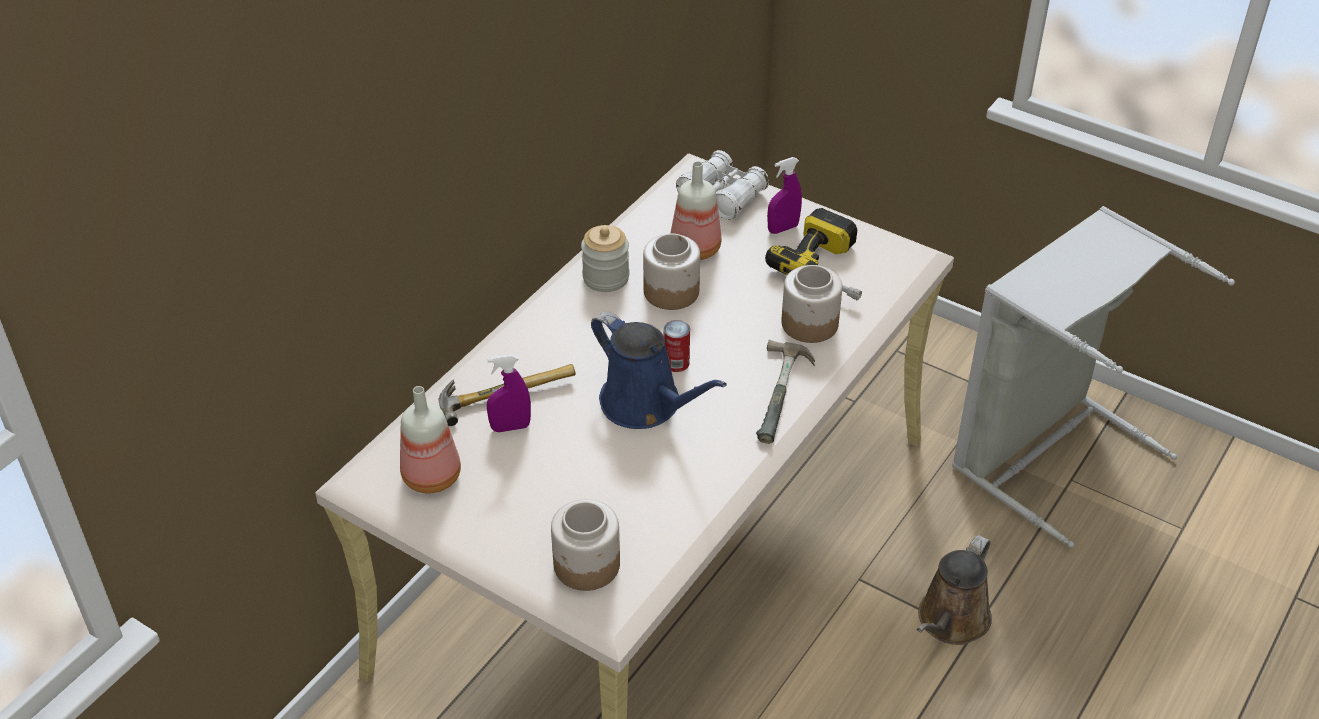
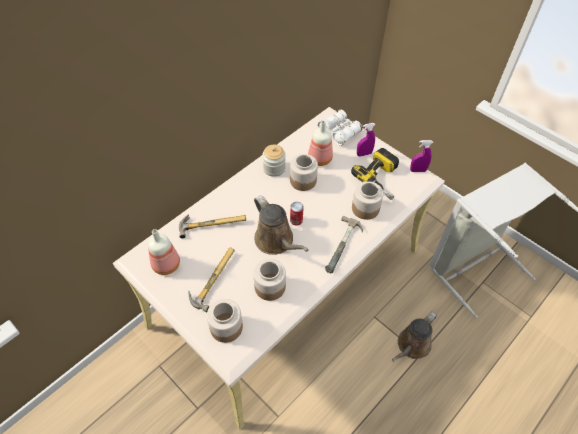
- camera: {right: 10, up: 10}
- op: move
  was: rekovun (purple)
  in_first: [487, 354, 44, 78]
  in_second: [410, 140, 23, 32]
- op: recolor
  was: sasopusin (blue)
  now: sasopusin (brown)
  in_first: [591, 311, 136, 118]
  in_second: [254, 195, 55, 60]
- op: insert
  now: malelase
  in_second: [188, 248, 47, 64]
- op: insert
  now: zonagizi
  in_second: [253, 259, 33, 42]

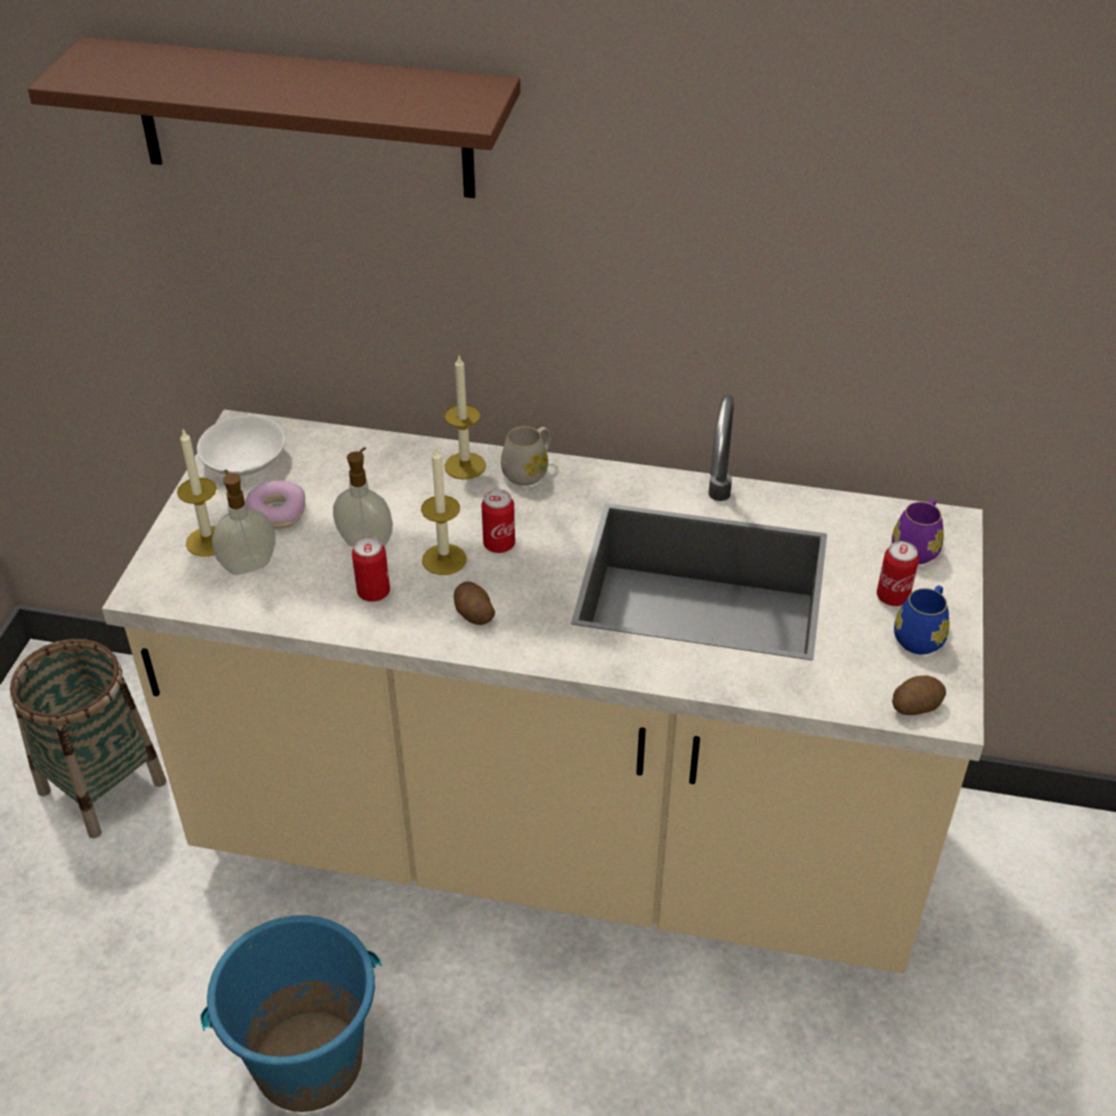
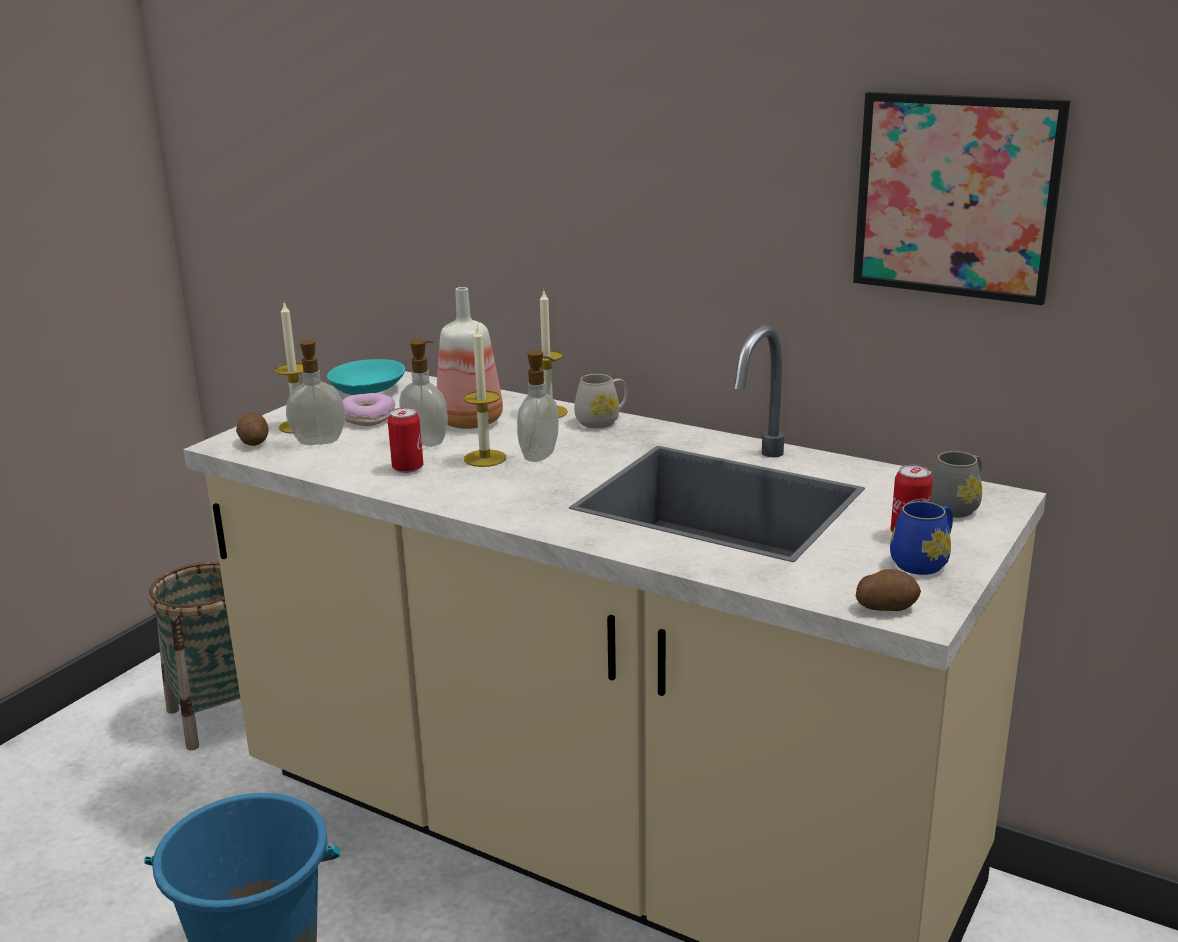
- camera: {right: 20, up: -20}
- op: delete
  was: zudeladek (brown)
  in_first: [28, 37, 492, 161]
- op: recolor
  was: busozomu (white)
  now: busozomu (turquoise)
  in_first: [197, 416, 88, 60]
  in_second: [327, 359, 78, 36]
- op: move
  was: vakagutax
  in_first: [454, 581, 41, 44]
  in_second: [236, 412, 33, 34]
- op: replace
  was: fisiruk
  now: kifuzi
  in_first: [482, 490, 33, 63]
  in_second: [517, 351, 42, 111]
- op: recolor
  was: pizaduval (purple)
  now: pizaduval (grey)
  in_first: [892, 499, 52, 65]
  in_second: [930, 451, 52, 67]
- op: insert
  now: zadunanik
  in_second: [437, 287, 66, 142]
- op: insert
  now: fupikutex
  in_second: [853, 92, 217, 213]

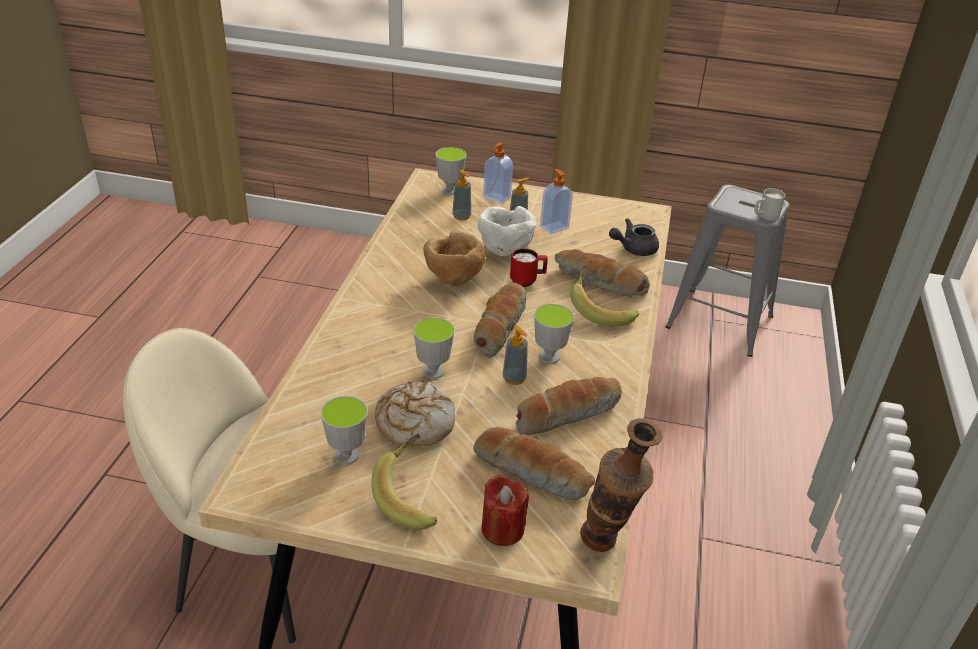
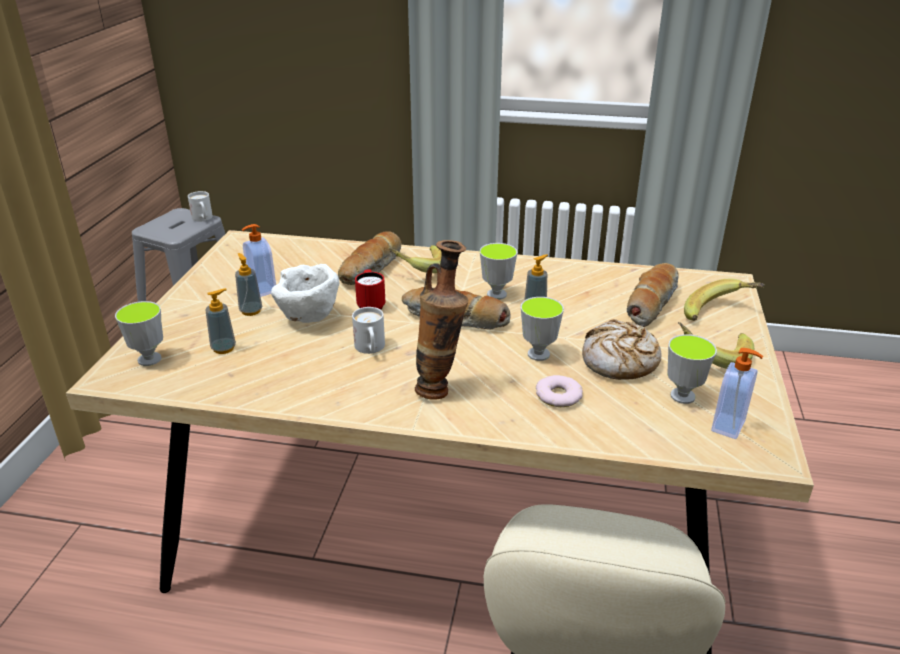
- camera: {right: -90, up: -5}
- op: replace
  was: busozomu (brown)
  now: pizaduval (white)
  in_first: [423, 230, 62, 56]
  in_second: [352, 307, 33, 47]
- op: replace
  was: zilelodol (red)
  now: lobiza
  in_first: [481, 475, 48, 71]
  in_second: [684, 279, 81, 42]
- op: move
  was: kifuzi
  in_first: [483, 143, 30, 61]
  in_second: [711, 348, 52, 91]
- op: delete
  was: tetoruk
  in_first: [516, 377, 106, 58]
- op: move
  was: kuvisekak
  in_first: [580, 418, 83, 134]
  in_second: [415, 240, 53, 160]
- op: delete
  was: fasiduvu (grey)
  in_first: [609, 218, 50, 38]
- op: insert
  now: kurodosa
  in_second: [536, 375, 47, 32]

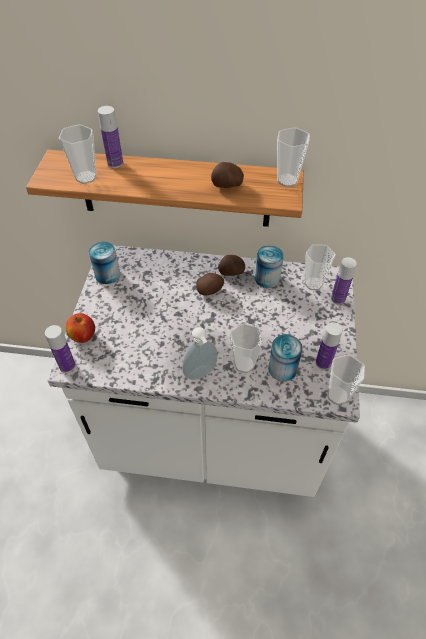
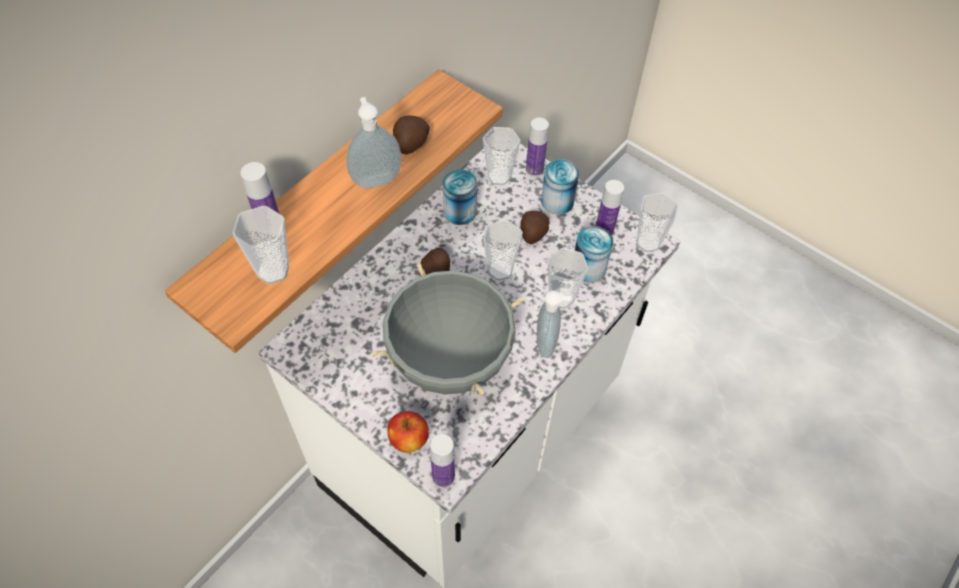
- camera: {right: -60, up: 5}
- op: move
  was: fisiruk
  in_first: [89, 242, 31, 42]
  in_second: [541, 159, 38, 56]
- op: move
  was: vakagutax
  in_first: [218, 255, 27, 21]
  in_second: [520, 211, 29, 33]
- op: move
  was: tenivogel
  in_first: [277, 127, 33, 60]
  in_second: [483, 220, 40, 61]
- op: insert
  now: kifuzi
  in_second: [347, 97, 55, 91]
- op: insert
  now: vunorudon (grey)
  in_second: [371, 263, 153, 133]

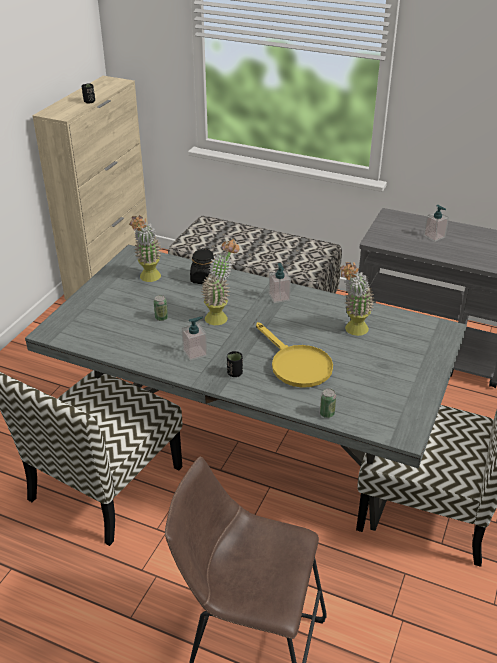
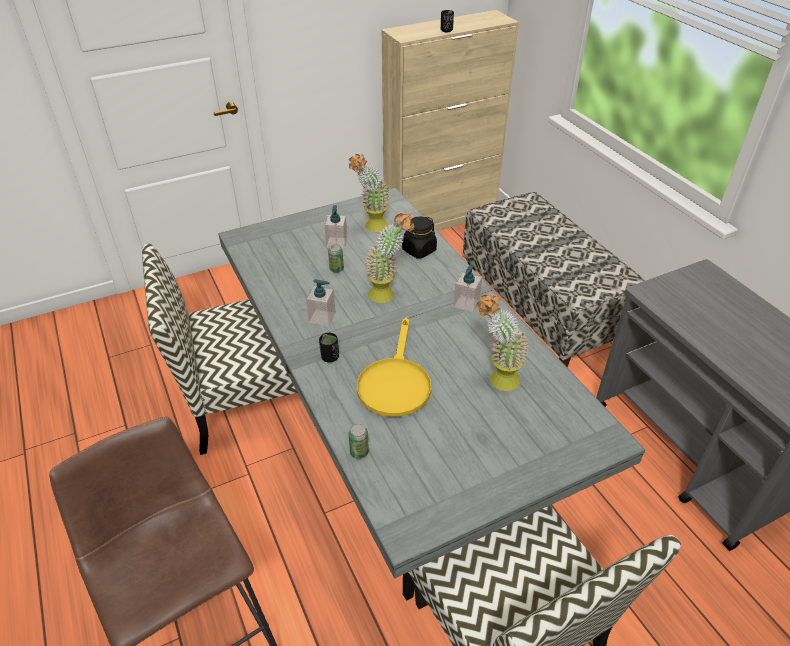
- camera: {right: 40, up: 5}
- op: move
  was: kifuzi
  in_first: [424, 205, 25, 37]
  in_second: [324, 205, 23, 44]

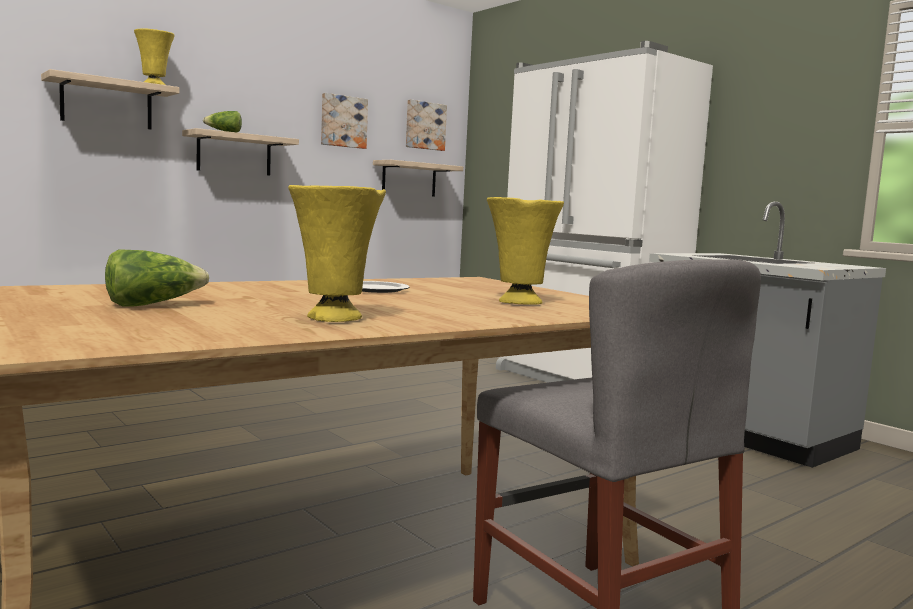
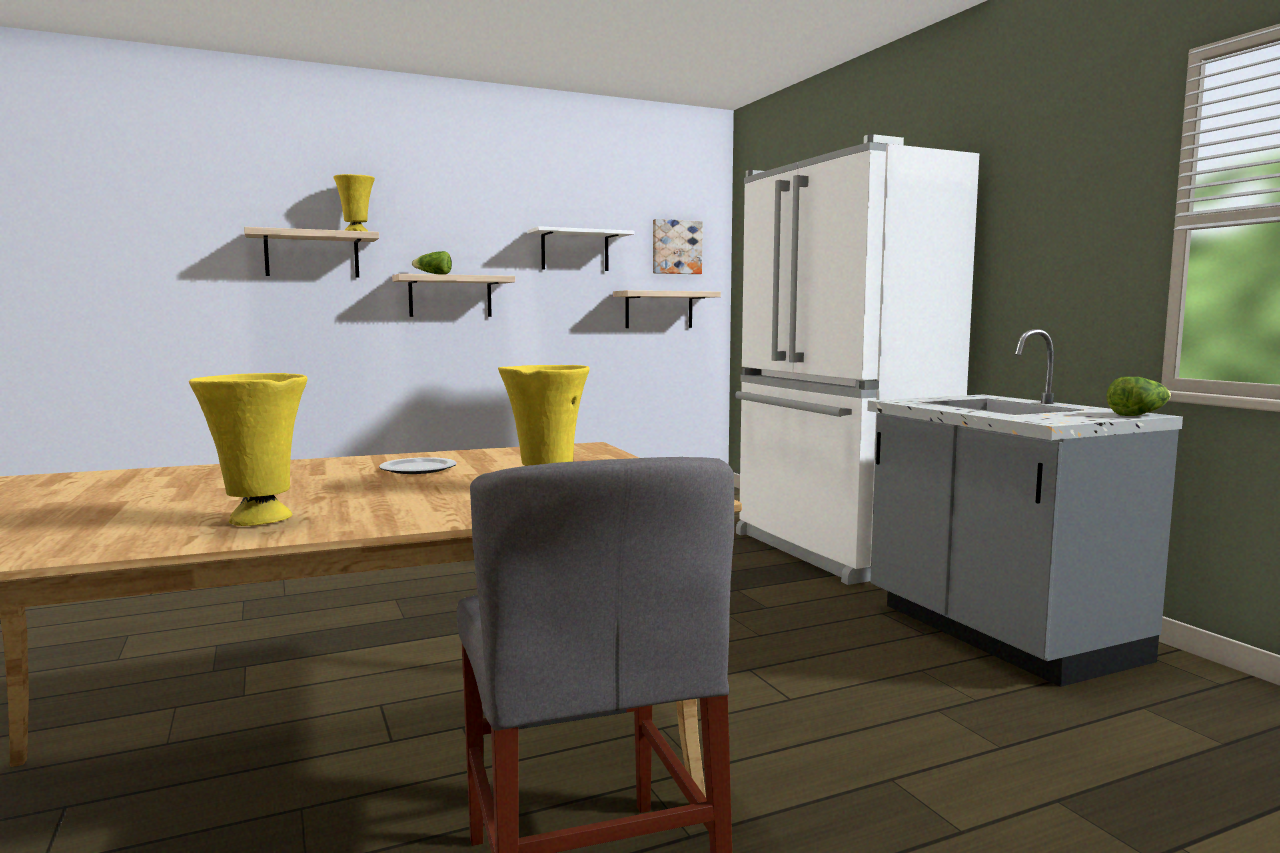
- camera: {right: 15, up: 0}
- op: move
  was: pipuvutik
  in_first: [105, 249, 104, 57]
  in_second: [1106, 377, 65, 39]
- op: replace
  was: fupikutex
  now: zudeladek (white)
  in_first: [321, 93, 47, 56]
  in_second: [527, 226, 107, 45]

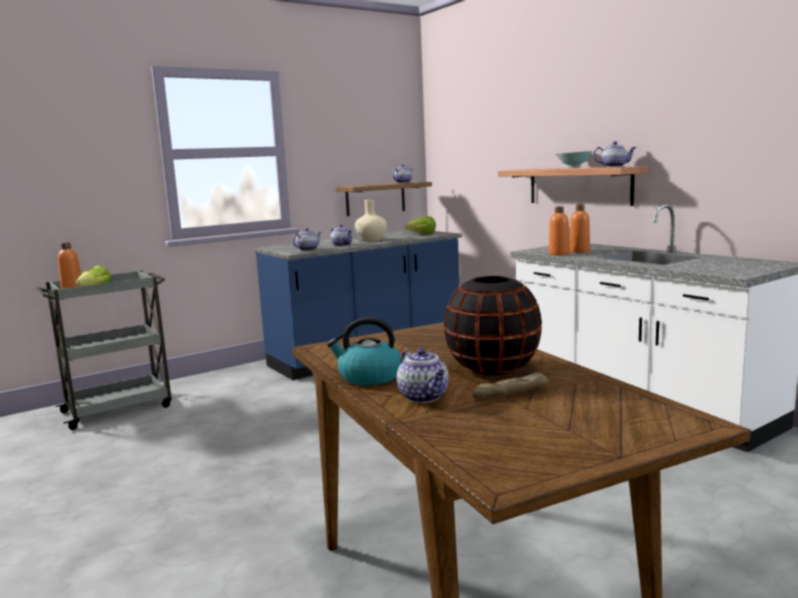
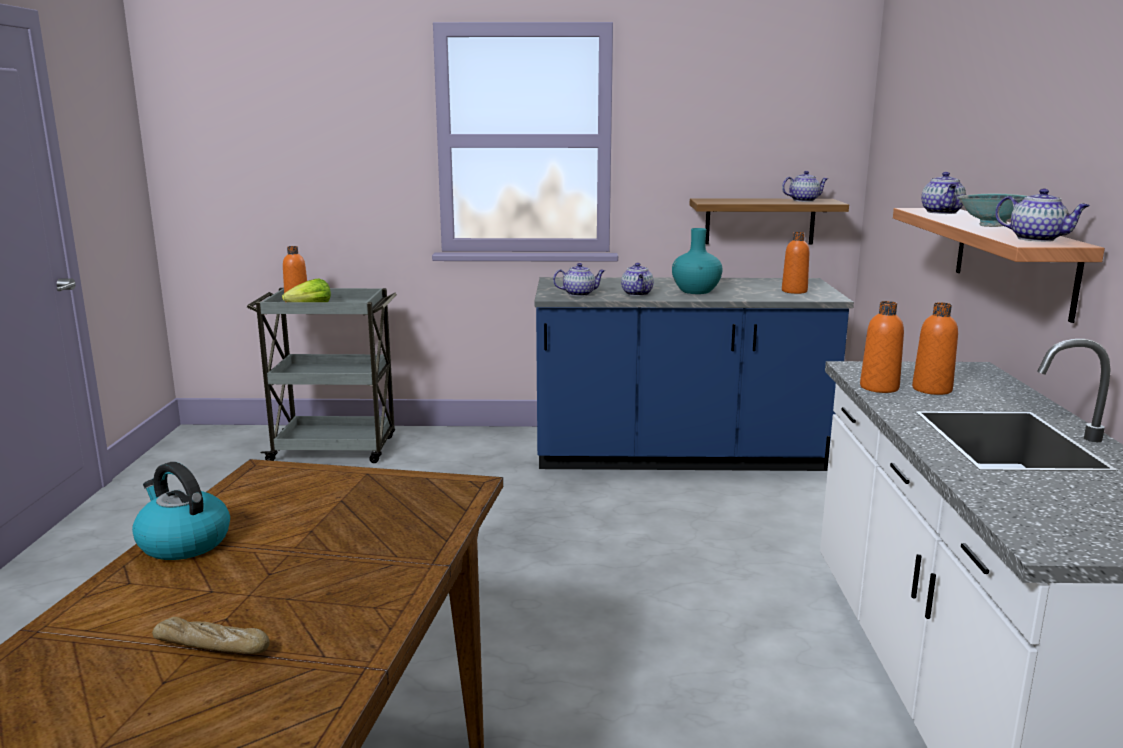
- camera: {right: 35, up: 5}
- op: recolor
  was: kuvisekak (beige)
  now: kuvisekak (turquoise)
  in_first: [355, 199, 32, 43]
  in_second: [672, 228, 51, 66]
- op: move
  was: fasiduvu
  in_first: [397, 348, 52, 55]
  in_second: [921, 172, 45, 42]
- op: replace
  was: pipuvutik
  now: zadunanik (orange)
  in_first: [405, 216, 31, 18]
  in_second: [782, 232, 27, 62]
- op: delete
  was: kuvisekak (black)
  in_first: [444, 276, 98, 99]

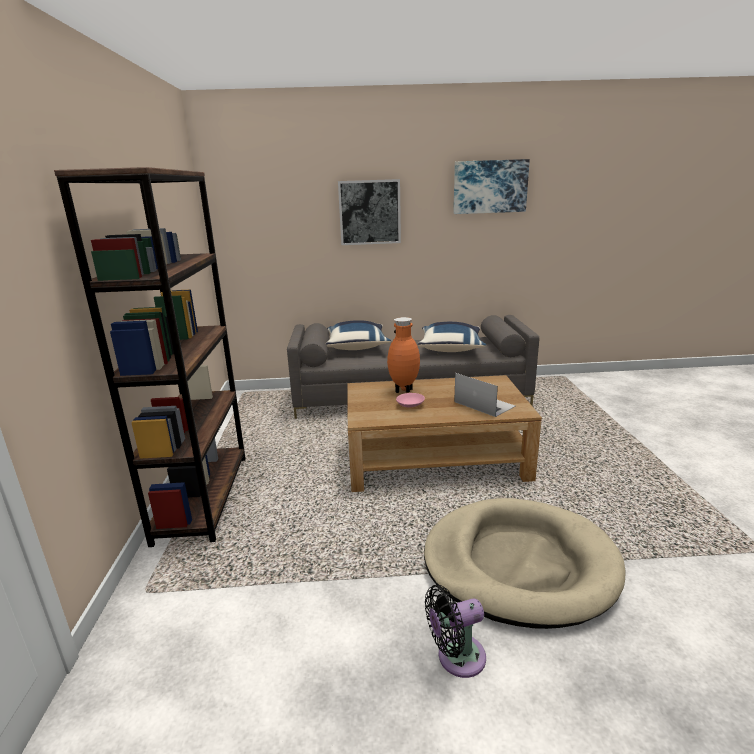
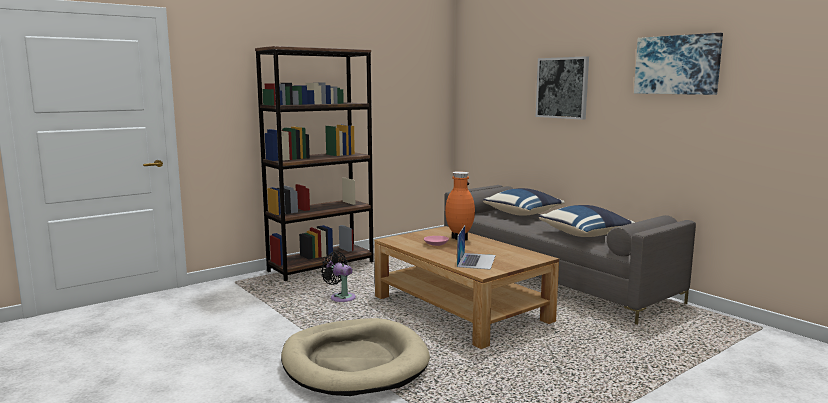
- camera: {right: 55, up: -10}
- op: move
  was: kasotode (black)
  in_first: [425, 585, 61, 93]
  in_second: [321, 251, 35, 51]

